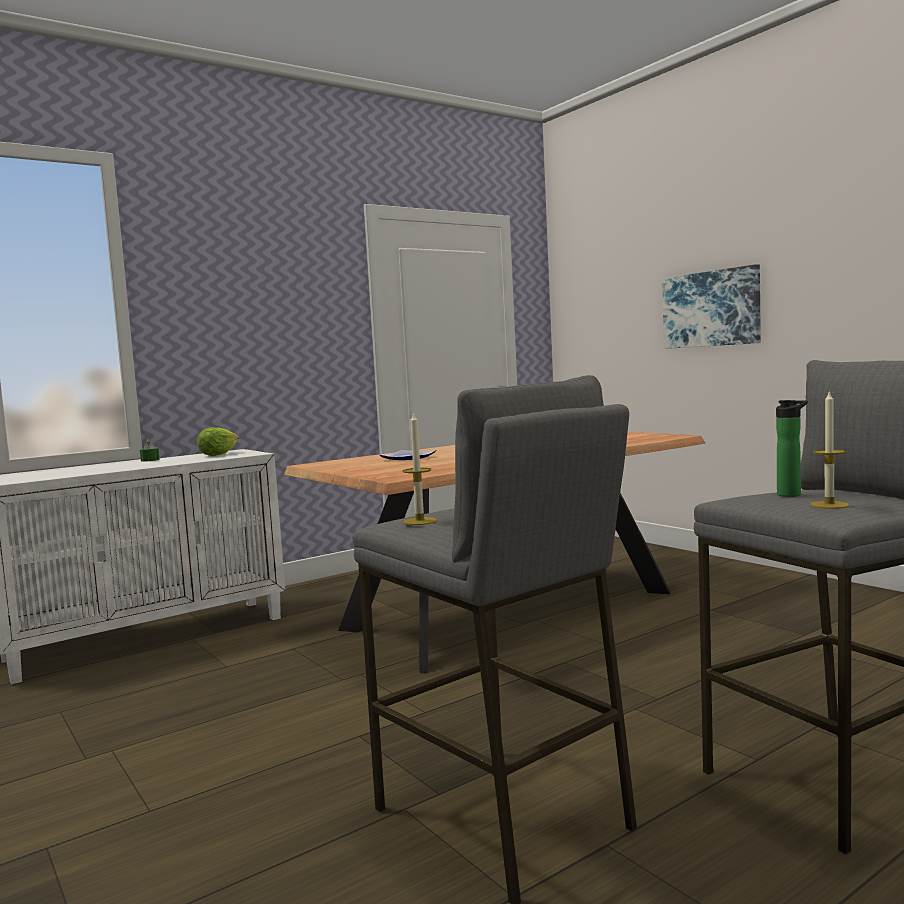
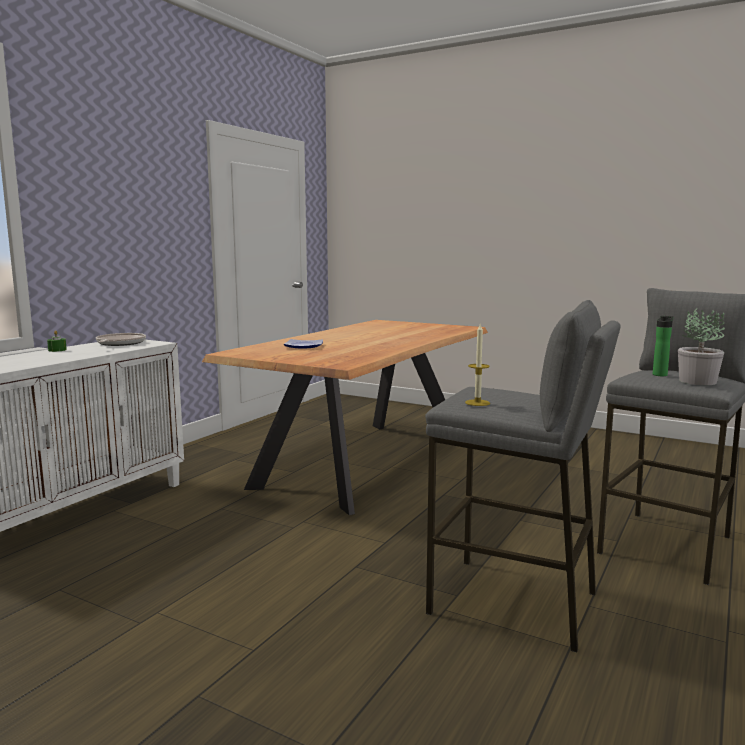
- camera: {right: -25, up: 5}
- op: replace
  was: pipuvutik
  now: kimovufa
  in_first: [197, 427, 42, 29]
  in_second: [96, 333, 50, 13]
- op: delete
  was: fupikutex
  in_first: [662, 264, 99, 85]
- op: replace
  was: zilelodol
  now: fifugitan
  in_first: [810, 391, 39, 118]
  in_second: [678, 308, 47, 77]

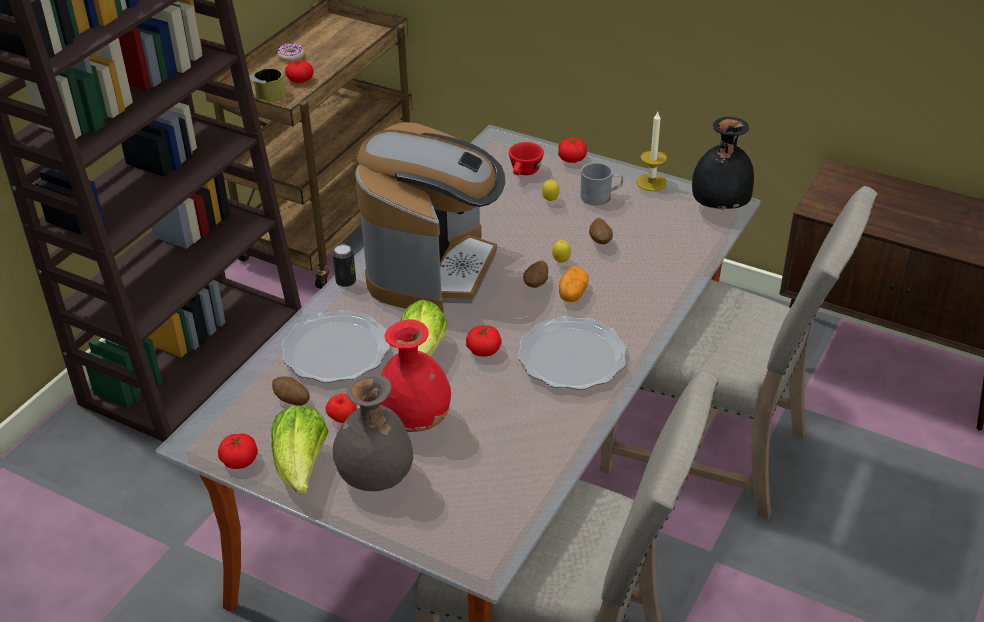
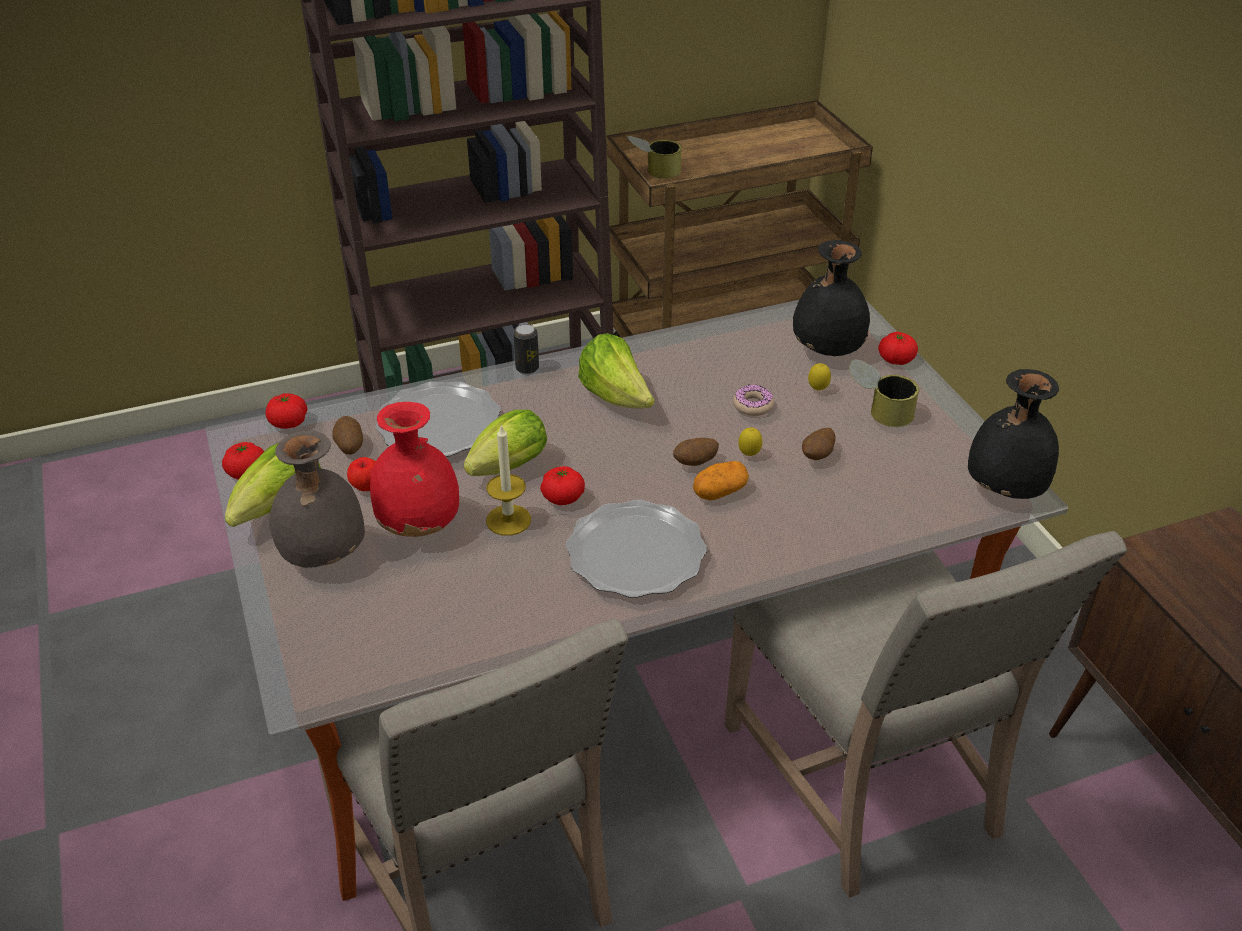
- camera: {right: 40, up: 0}
- op: move
  was: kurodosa
  in_first: [277, 43, 28, 19]
  in_second: [733, 385, 41, 31]
- op: move
  was: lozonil
  in_first: [285, 60, 29, 23]
  in_second: [265, 393, 42, 36]
- op: replace
  was: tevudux
  now: pipuvutik
  in_first: [355, 122, 150, 190]
  in_second: [578, 333, 77, 75]
- op: replace
  was: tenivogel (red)
  now: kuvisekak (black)
  in_first: [509, 142, 35, 33]
  in_second: [793, 240, 77, 116]
- op: replace
  was: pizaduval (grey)
  now: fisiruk
  in_first: [580, 162, 43, 43]
  in_second: [849, 359, 70, 68]
- op: move
  was: zilelodol
  in_first: [637, 112, 30, 79]
  in_second: [486, 424, 45, 112]

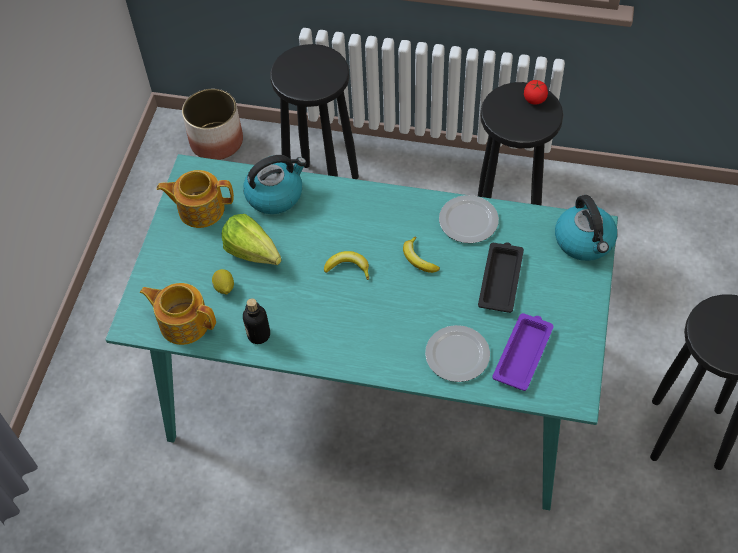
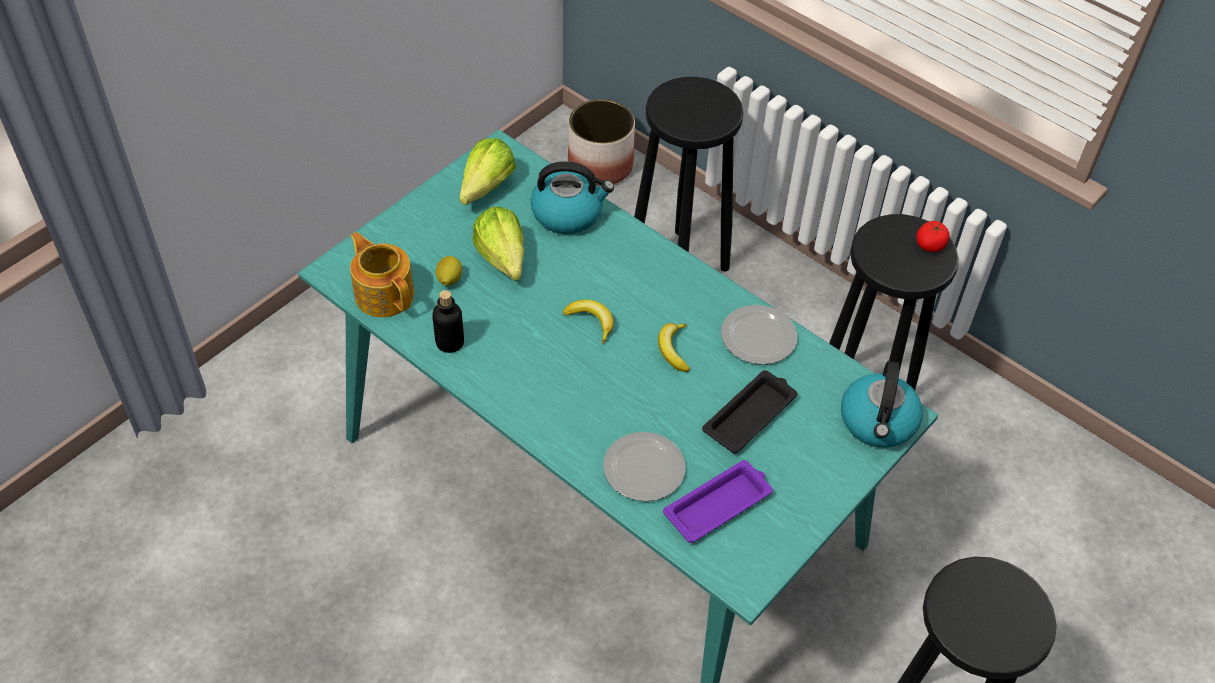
- camera: {right: 25, up: -5}
- op: replace
  was: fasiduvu
  now: pipuvutik
  in_first: [157, 170, 77, 58]
  in_second: [459, 138, 57, 67]

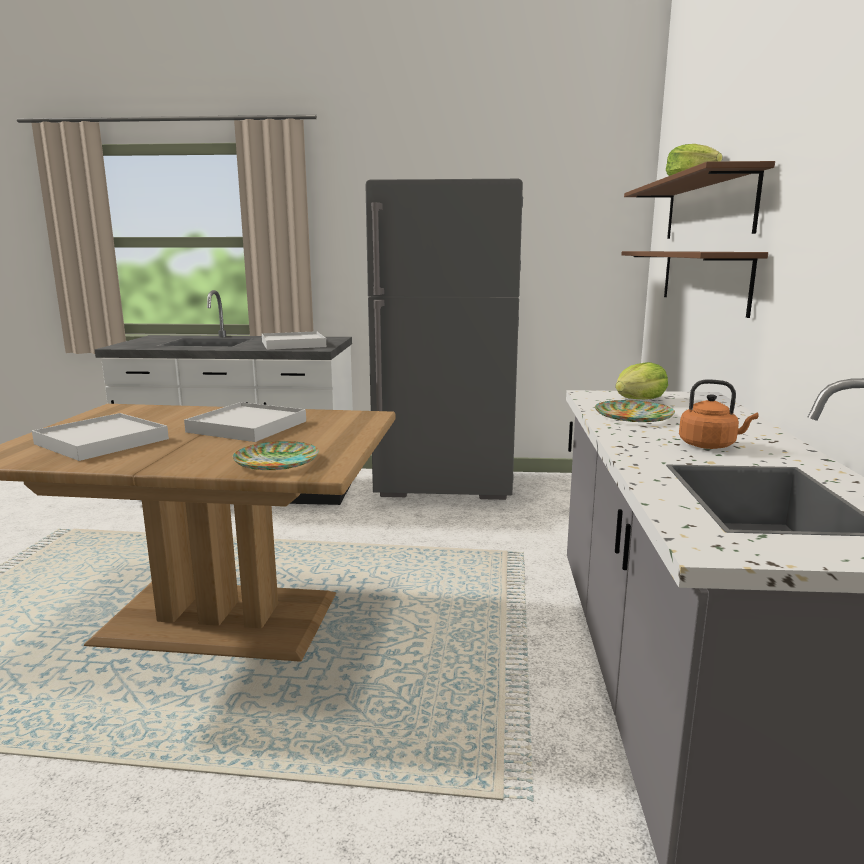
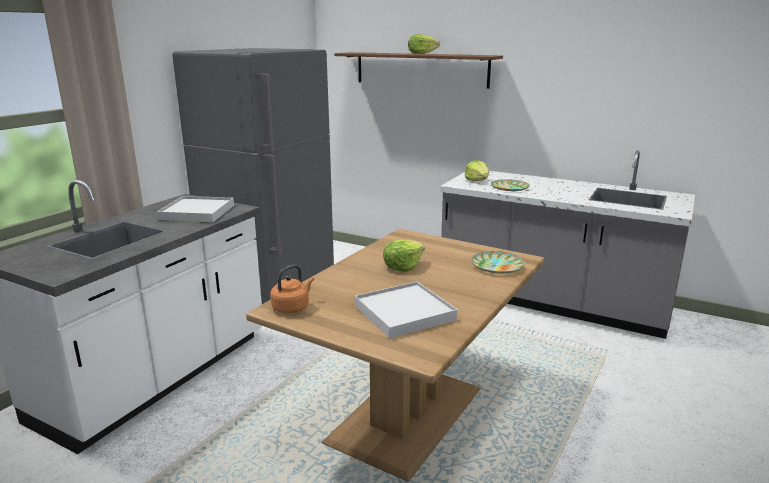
- camera: {right: -65, up: 5}
- op: replace
  was: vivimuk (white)
  now: pipuvutik
  in_first: [184, 402, 122, 40]
  in_second: [383, 240, 42, 32]
- op: delete
  was: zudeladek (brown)
  in_first: [621, 251, 147, 67]
- op: move
  was: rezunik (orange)
  in_first: [679, 379, 80, 70]
  in_second: [270, 265, 44, 48]

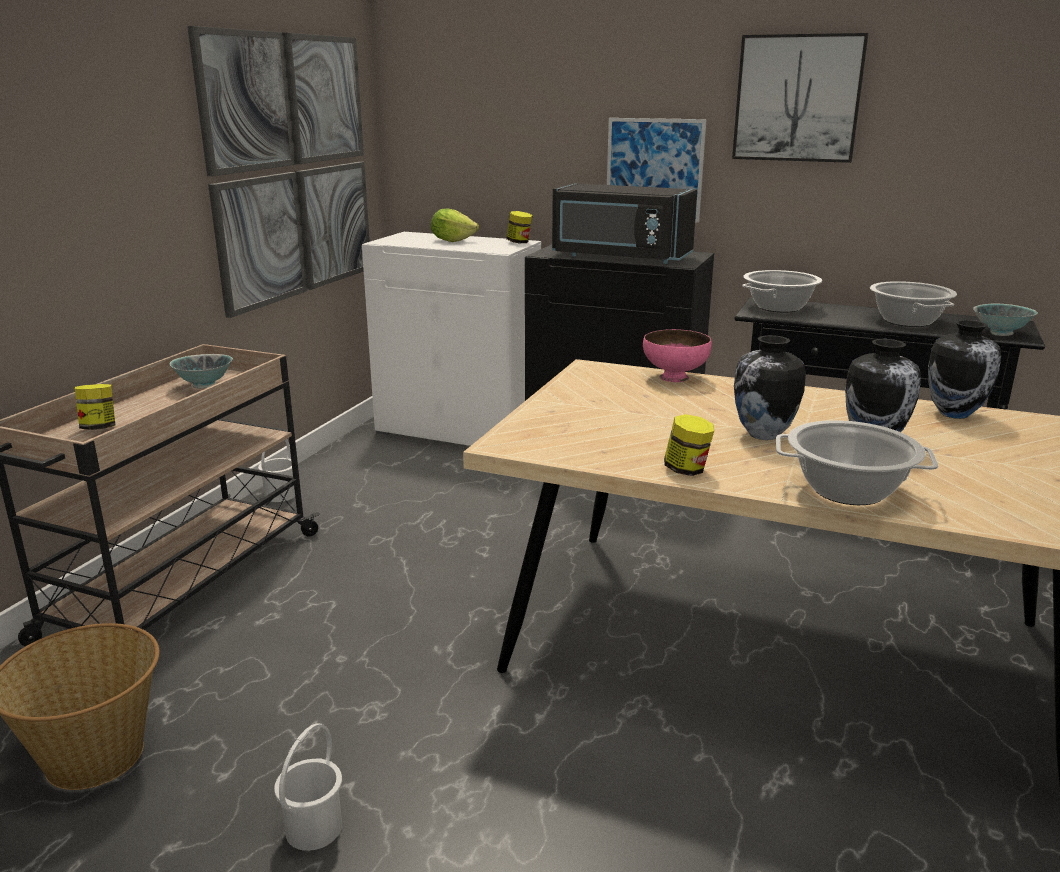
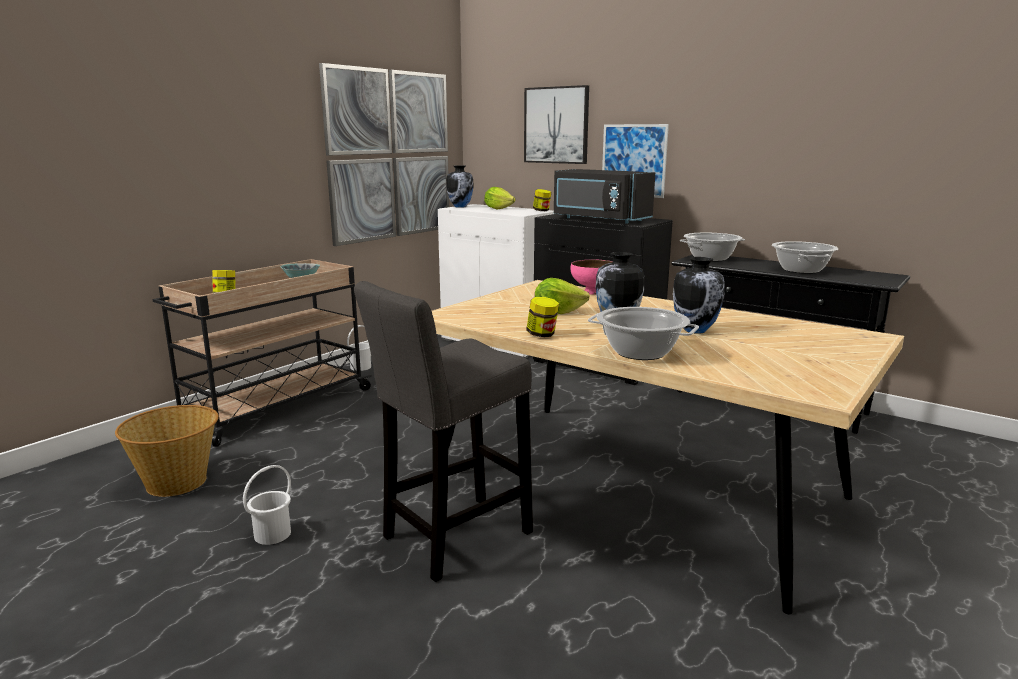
- camera: {right: 15, up: -5}
- op: move
  was: fupikutex
  in_first: [732, 33, 136, 130]
  in_second: [524, 85, 65, 79]
- op: move
  was: kuvisekak
  in_first: [928, 320, 73, 99]
  in_second: [446, 165, 28, 43]
- op: delete
  was: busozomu
  in_first: [973, 303, 65, 33]
- op: insert
  now: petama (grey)
  in_second: [354, 281, 179, 301]
- op: insert
  now: pipuvutik
  in_second: [535, 278, 55, 36]

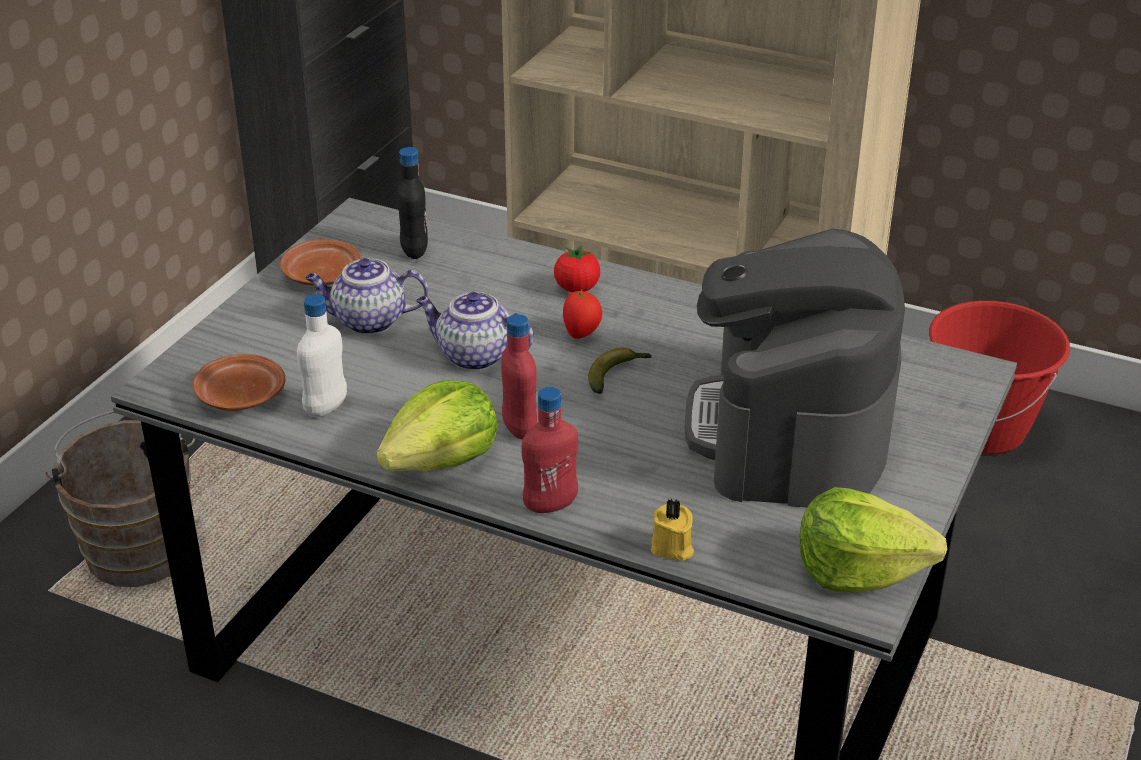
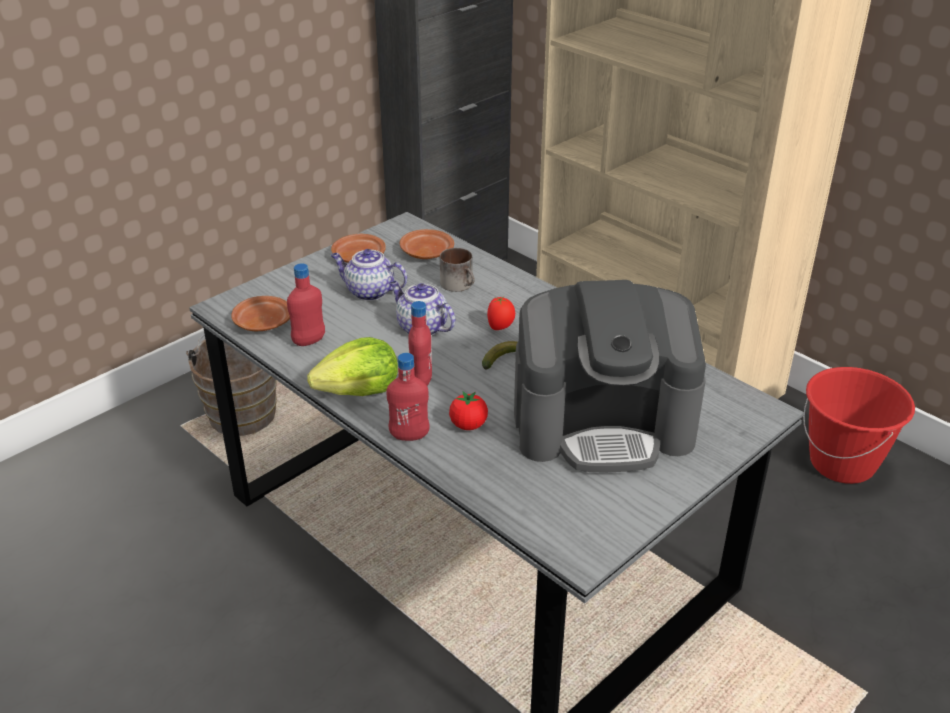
- camera: {right: 20, up: 0}
- op: recolor
  was: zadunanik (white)
  now: zadunanik (red)
  in_first: [297, 294, 50, 123]
  in_second: [287, 263, 38, 83]
- op: replace
  was: zadunanik (black)
  now: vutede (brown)
  in_first: [397, 147, 31, 112]
  in_second: [400, 229, 54, 30]
- op: move
  was: lozonil
  in_first: [554, 246, 46, 46]
  in_second: [449, 391, 39, 39]
- op: delete
  was: zilelodol (yellow)
  in_first: [651, 499, 43, 62]
- op: rotate
  was: tevudux
  in_first: [685, 229, 220, 278]
  in_second: [514, 280, 192, 192]
  clockwise: -120
- op: delete
  was: pipuvutik
  in_first: [800, 487, 147, 106]
- op: insert
  now: pizaduval
  in_second: [440, 248, 35, 44]

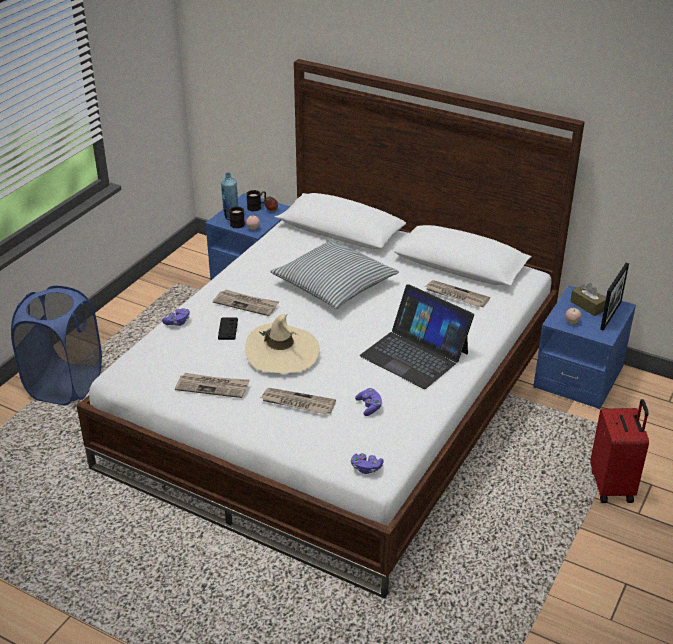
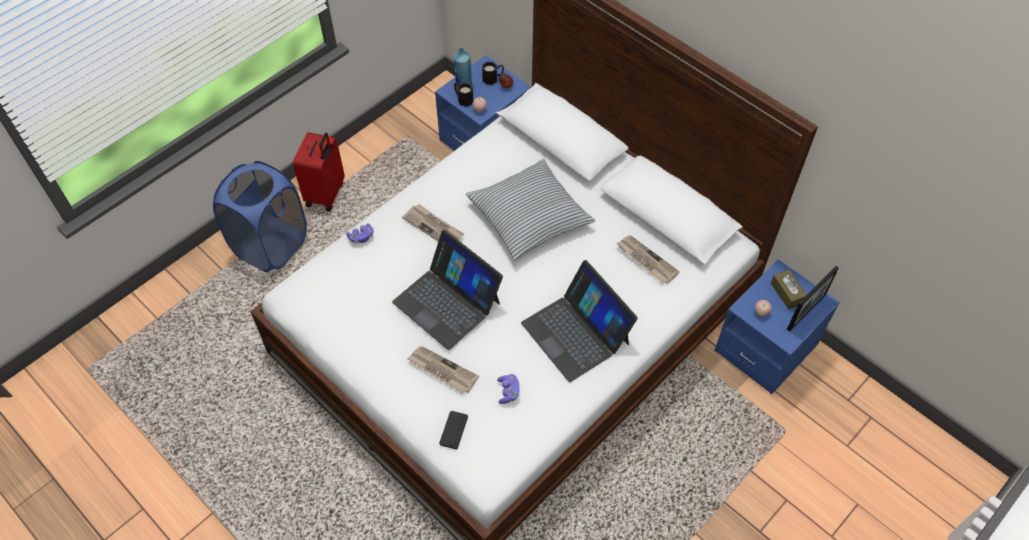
- camera: {right: 15, up: 20}
- op: delete
  was: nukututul
  in_first: [175, 373, 75, 25]
- op: move
  was: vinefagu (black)
  in_first: [218, 317, 20, 23]
  in_second: [439, 411, 29, 38]
- op: replace
  was: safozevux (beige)
  now: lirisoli
  in_first: [245, 314, 75, 59]
  in_second: [392, 230, 111, 120]
- op: delete
  was: vinefagu (purple)
  in_first: [351, 453, 32, 21]
- op: move
  was: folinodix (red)
  in_first: [590, 399, 59, 104]
  in_second: [293, 132, 52, 79]

